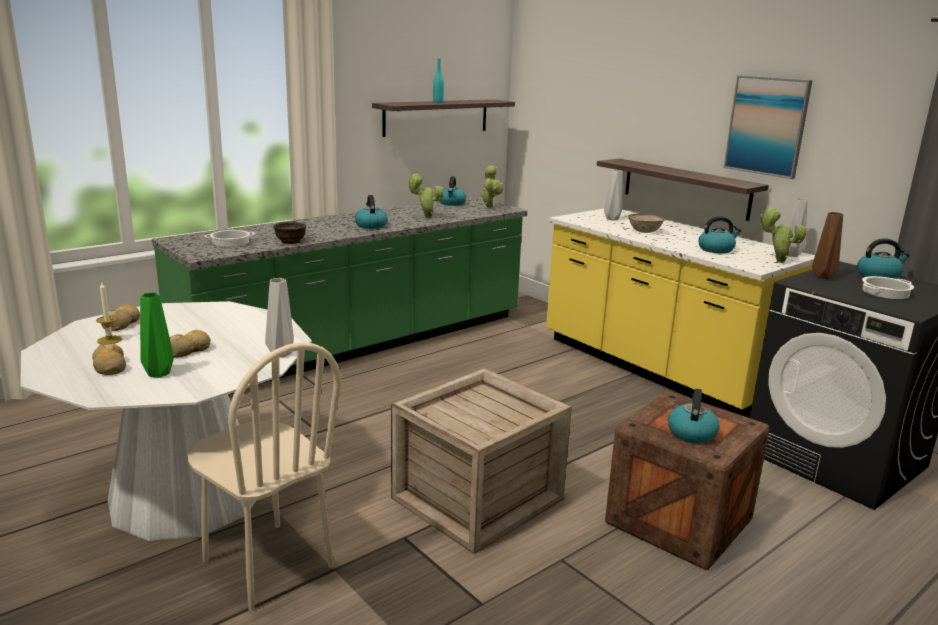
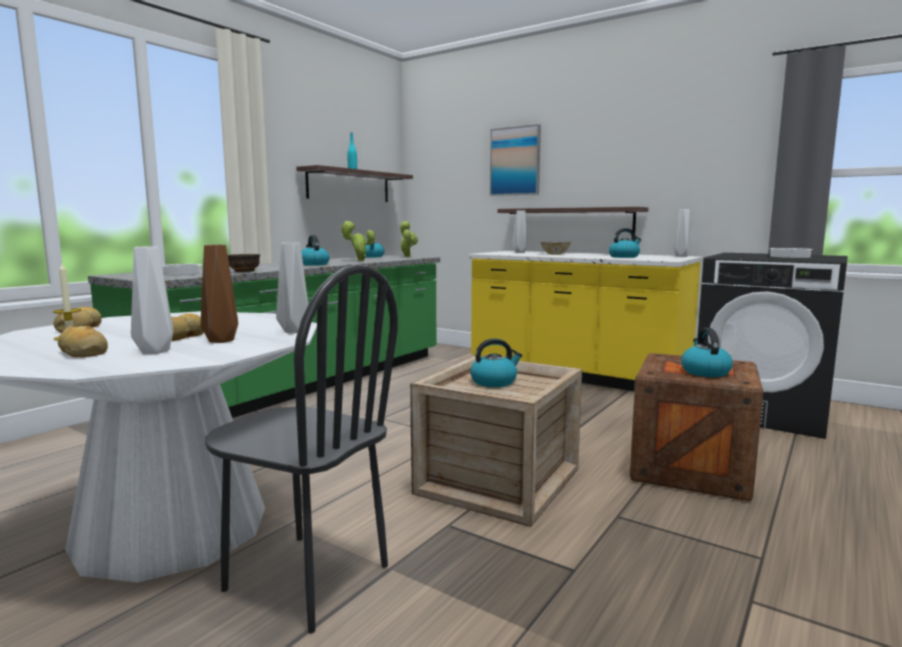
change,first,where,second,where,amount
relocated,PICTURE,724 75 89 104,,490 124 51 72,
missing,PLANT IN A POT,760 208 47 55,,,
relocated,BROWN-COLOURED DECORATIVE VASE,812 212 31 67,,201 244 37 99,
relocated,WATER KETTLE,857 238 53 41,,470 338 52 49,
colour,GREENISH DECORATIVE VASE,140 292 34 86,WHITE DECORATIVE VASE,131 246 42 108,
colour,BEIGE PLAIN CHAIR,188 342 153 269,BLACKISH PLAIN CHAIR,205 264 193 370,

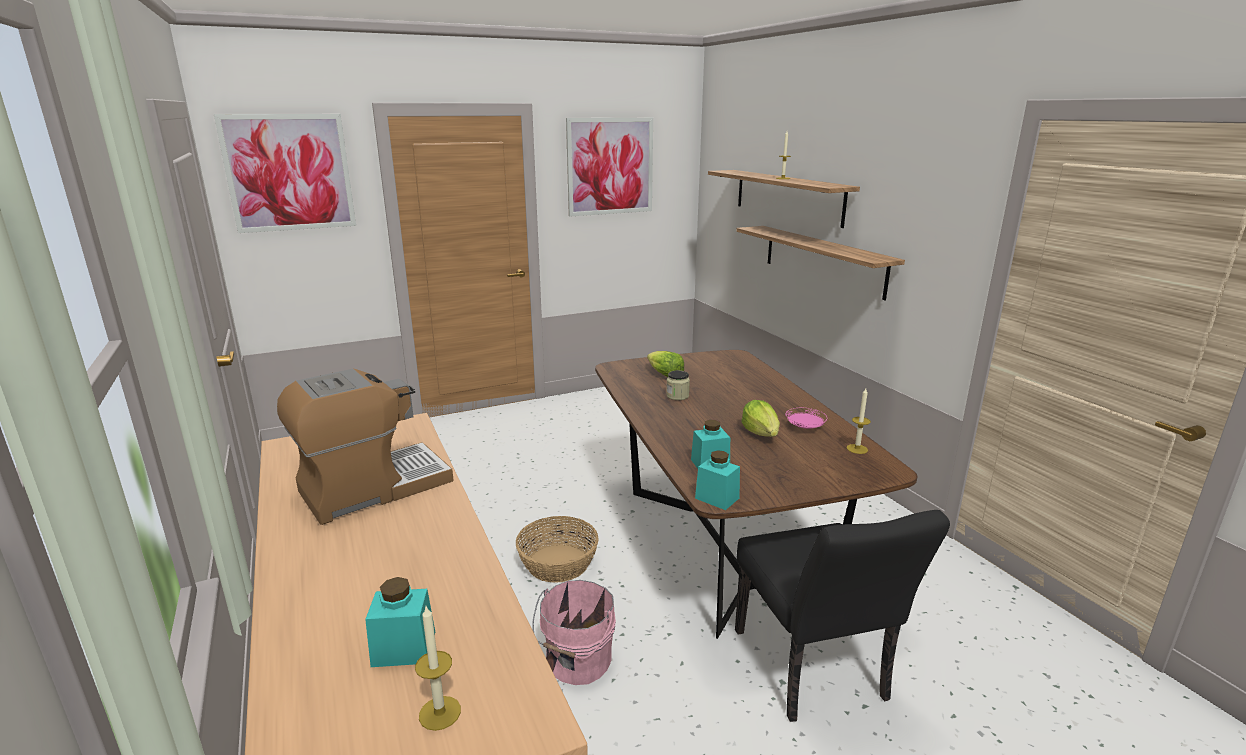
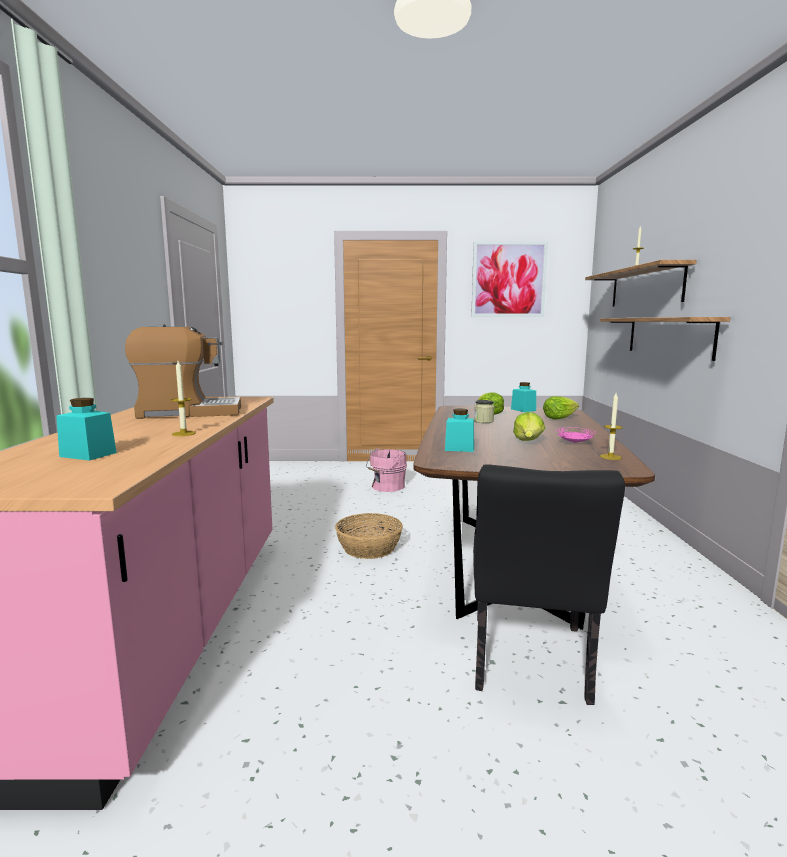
change,first,where,second,where,amount
missing,PICTURE,214 114 142 119,,,
relocated,BLUE-GREEN STORAGE JAR,695 450 45 60,,511 382 25 30,
relocated,PINKISH WATER BUCKET,532 580 84 105,,366 448 41 44,
relocated,WAX CANDLE,415 606 46 125,,171 361 25 75,
appeared,,,LETTUCE HEAD,543 396 36 23,

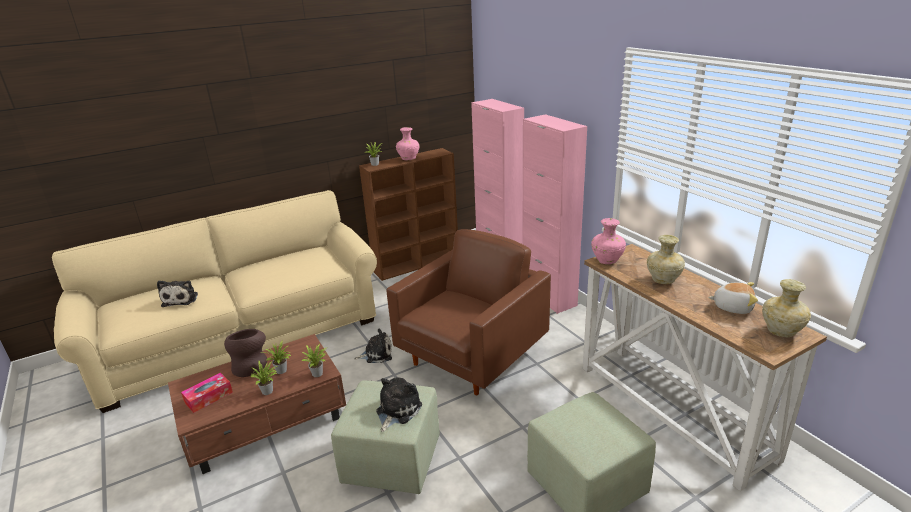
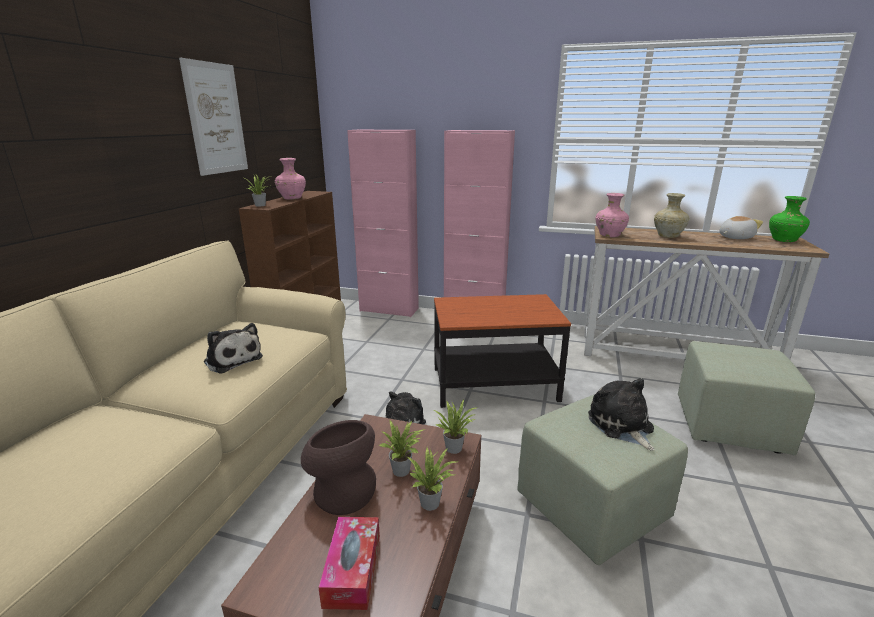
change,first,where,second,where,amount
exchanged,BROWN-COLOURED EASY CHAIR,387 229 164 166,ACCENT TABLE,434 294 137 114,
colour,BEIGE DECORATIVE VASE,762 279 49 58,GREENISH DECORATIVE VASE,769 196 41 46,
relocated,PLUSH TOY,157 281 41 26,,204 323 59 51,
appeared,,,PICTURE,179 58 69 118,

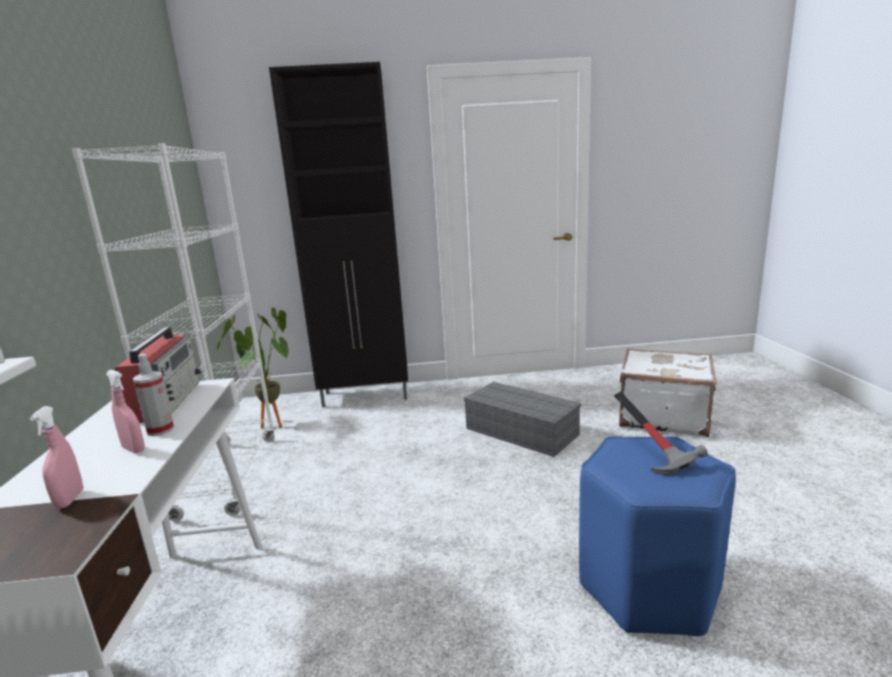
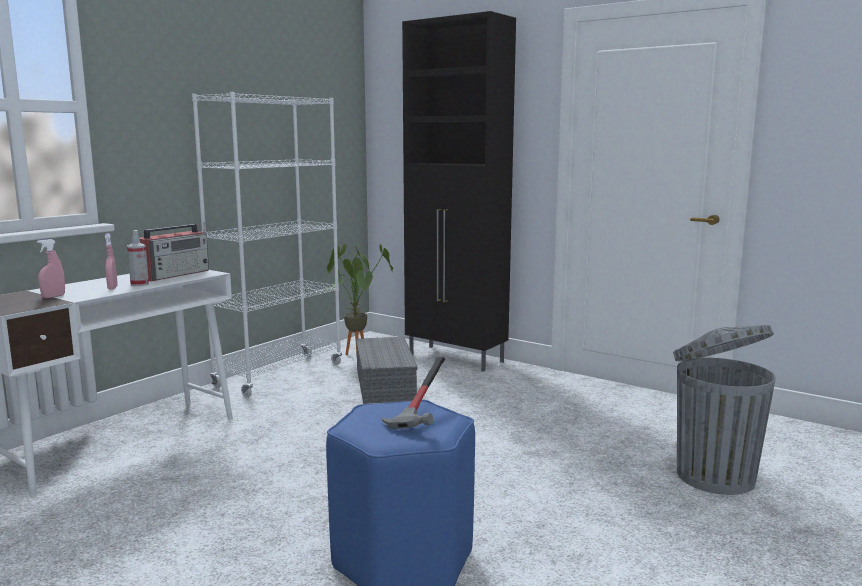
change,first,where,second,where,amount
exchanged,WHITE PIECE OF LUGGAGE,619 348 98 89,GREYISH TRASH CAN,673 325 103 170,
relocated,GREYISH STORAGE BIN,464 382 117 75,,356 337 61 67,

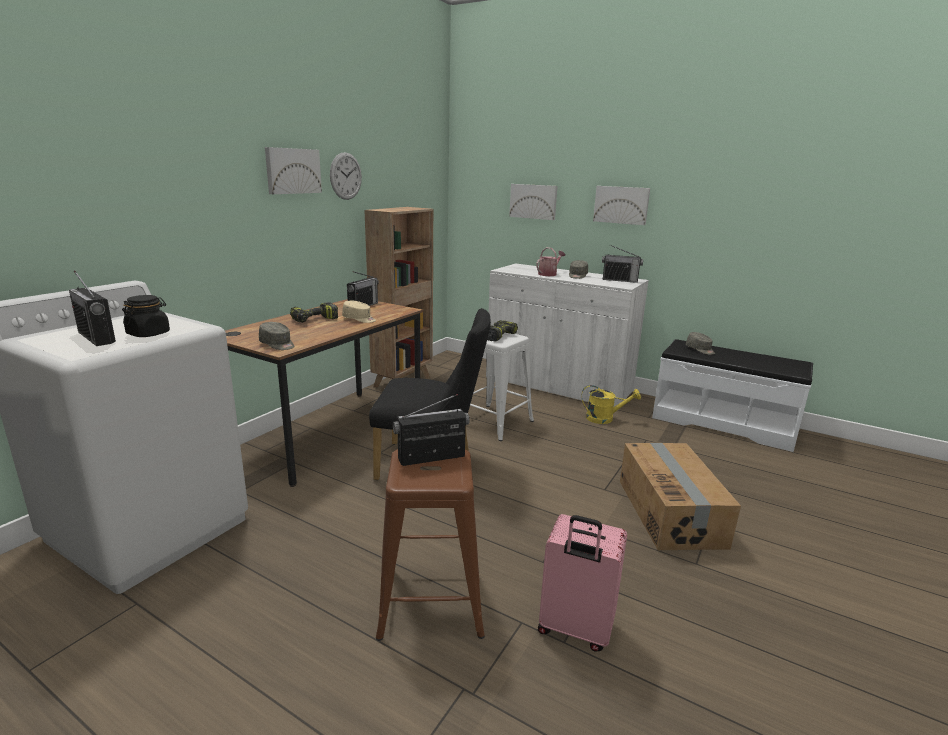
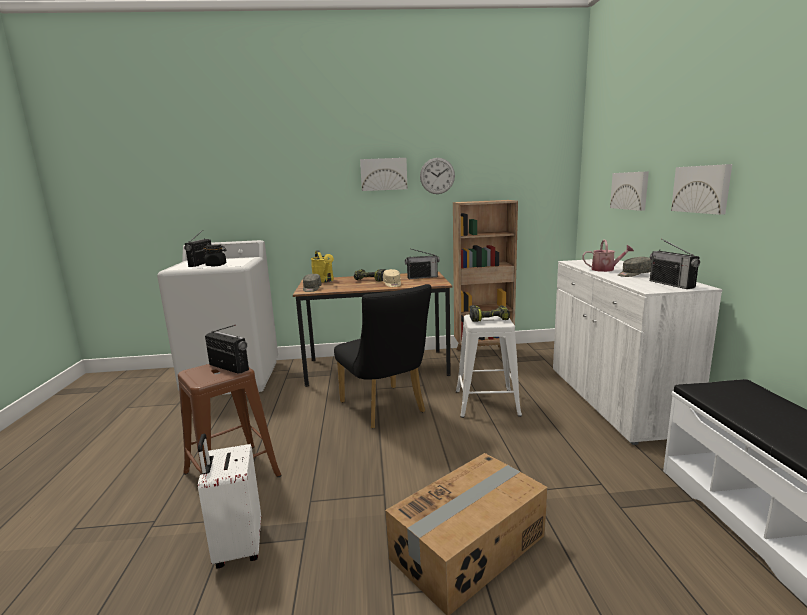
change,first,where,second,where,amount
missing,GREYISH CAP,686 332 29 23,,,
relocated,YELLOW-COLOURED SPRINKLING CAN,582 385 59 39,,311 250 23 33,
colour,PINKISH PIECE OF LUGGAGE,538 514 89 138,WHITE PIECE OF LUGGAGE,198 433 63 135,

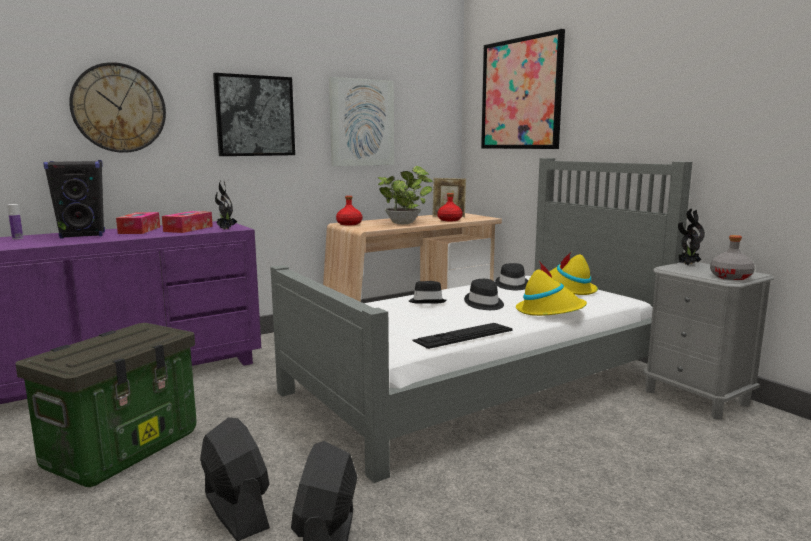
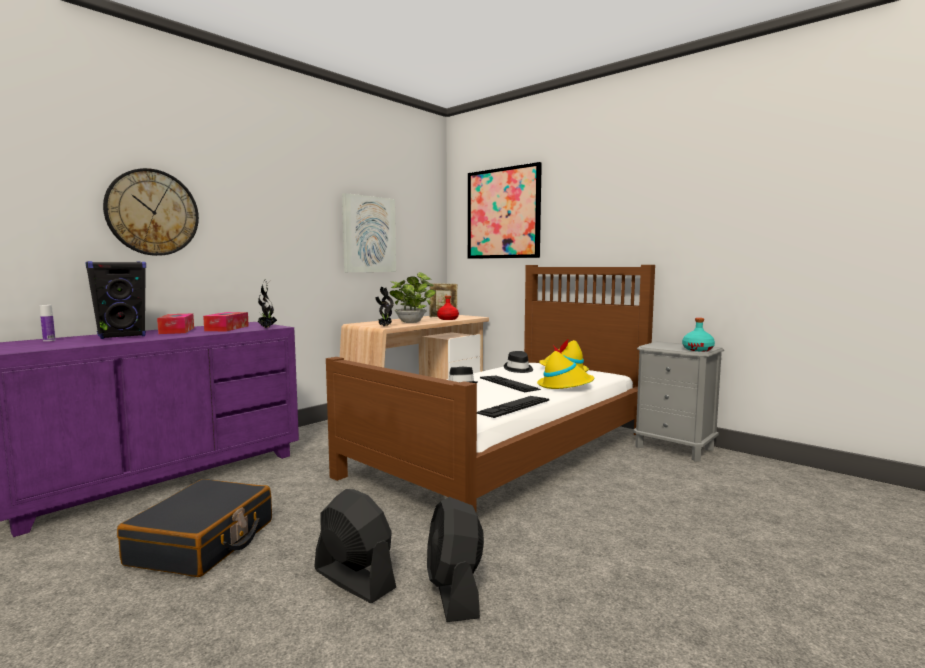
change,first,where,second,where,amount
missing,PICTURE,213 73 82 83,,,
colour,GREYISH BED,270 158 422 325,BROWN-COLOURED BED,326 265 329 247,
missing,REDDISH BOTTLE,336 196 26 29,,,
relocated,PLANT IN A POT,678 209 27 56,,375 287 19 40,
colour,GREYISH BOTTLE,710 235 45 45,BLUE-GREEN BOTTLE,682 318 33 33,
exchanged,BLACKISH WEARABLE HAT,464 279 40 31,KEYBOARD,480 376 61 16,
exchanged,STORAGE BIN,15 323 182 164,BLACKISH PIECE OF LUGGAGE,117 479 155 98,

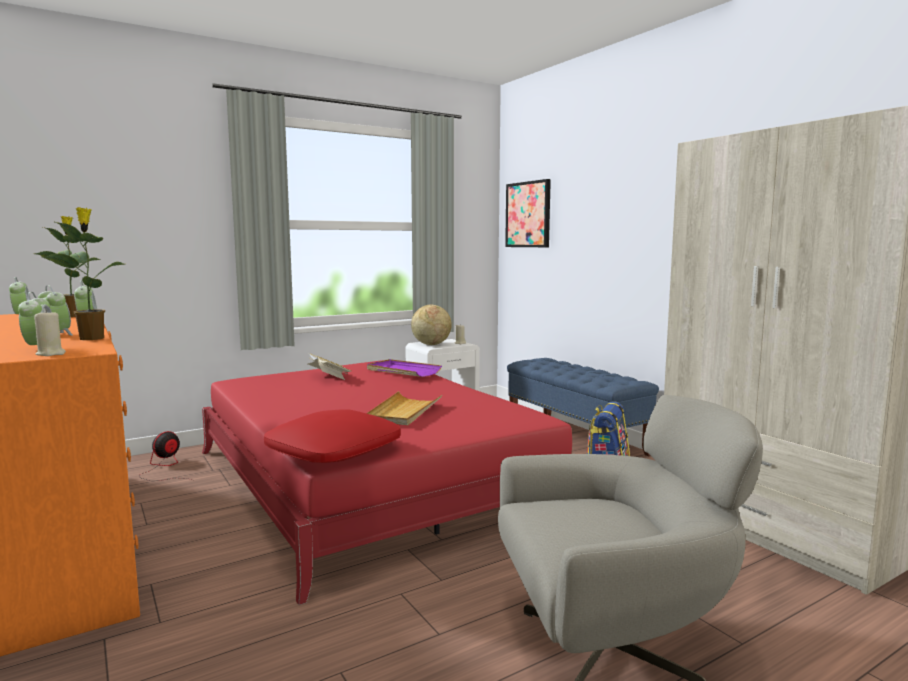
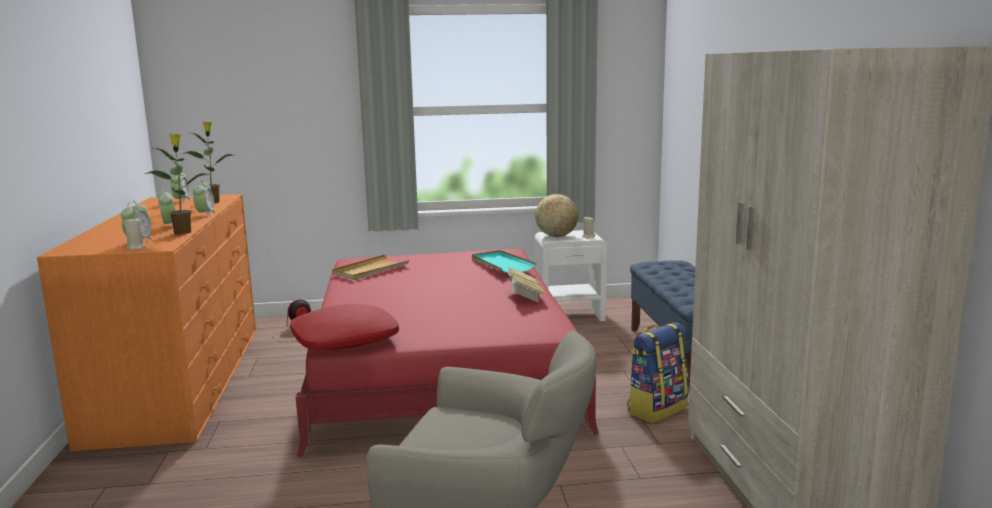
change,first,where,second,where,amount
missing,PICTURE,505 179 46 68,,,
relocated,VOLUME,308 353 43 27,,505 267 41 36,
colour,PURPLISH TRAY,367 359 75 18,BLUE-GREEN TRAY,472 250 65 23,
relocated,BEIGE TRAY,366 391 76 34,,332 254 78 26,

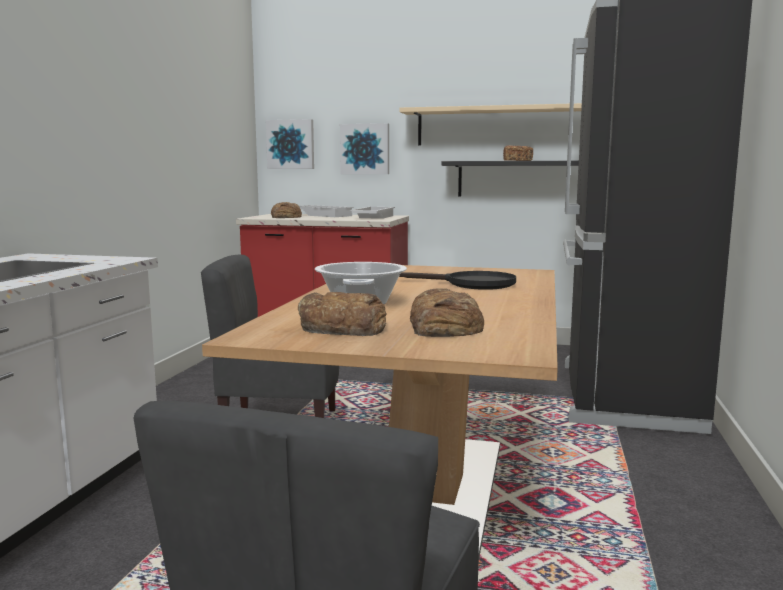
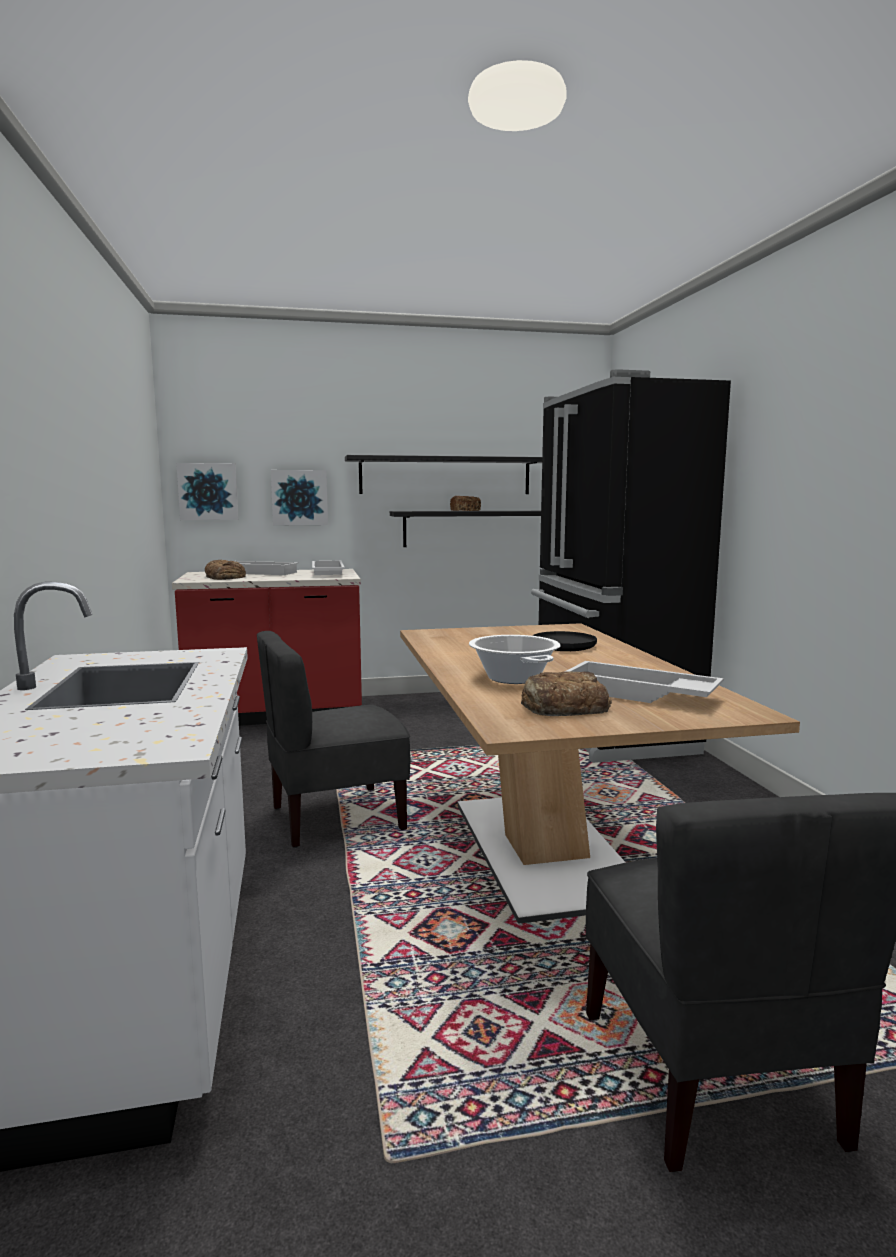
change,first,where,second,where,amount
colour,BEIGE SHELF,399 103 183 42,BLACKISH SHELF,345 455 197 39,
exchanged,BREAD,410 288 74 49,WHITE TRAY,567 661 157 42,

